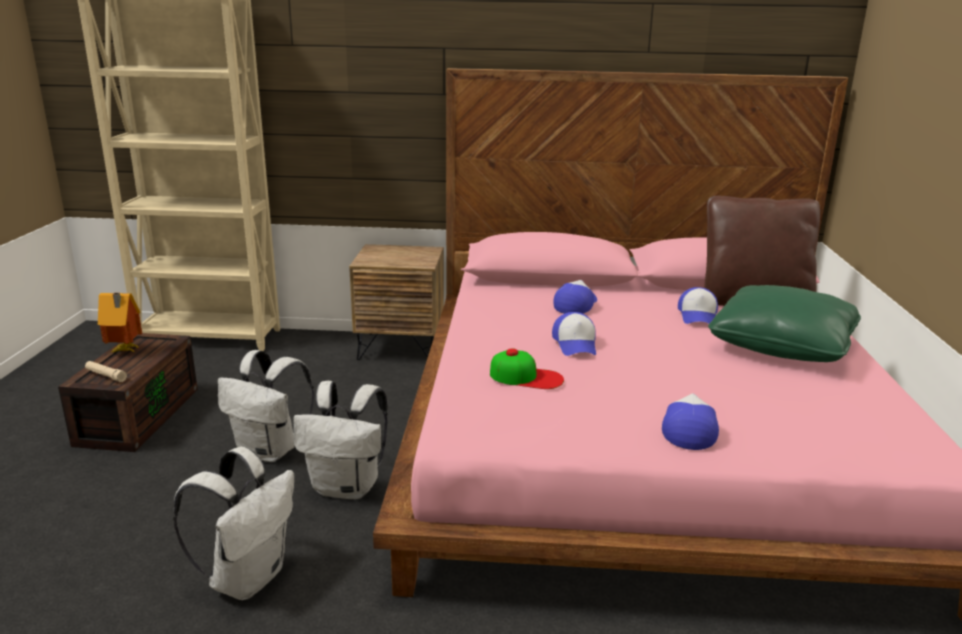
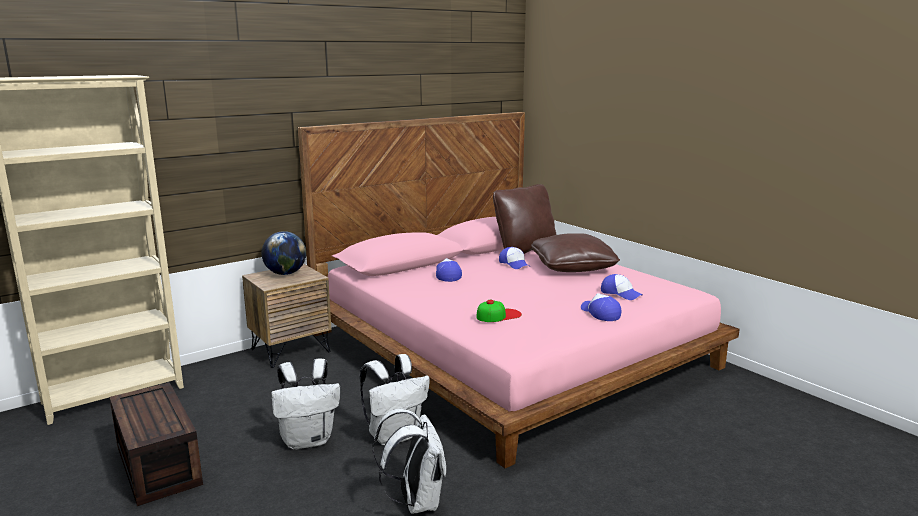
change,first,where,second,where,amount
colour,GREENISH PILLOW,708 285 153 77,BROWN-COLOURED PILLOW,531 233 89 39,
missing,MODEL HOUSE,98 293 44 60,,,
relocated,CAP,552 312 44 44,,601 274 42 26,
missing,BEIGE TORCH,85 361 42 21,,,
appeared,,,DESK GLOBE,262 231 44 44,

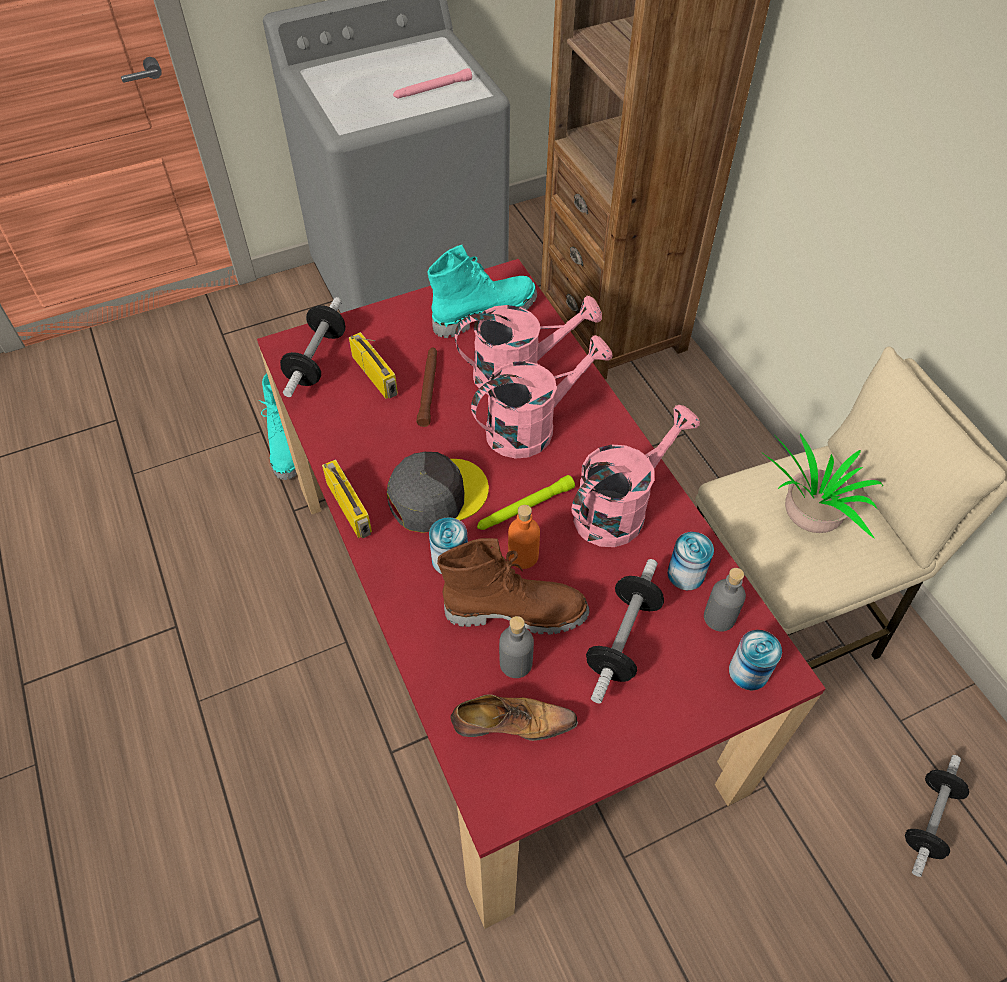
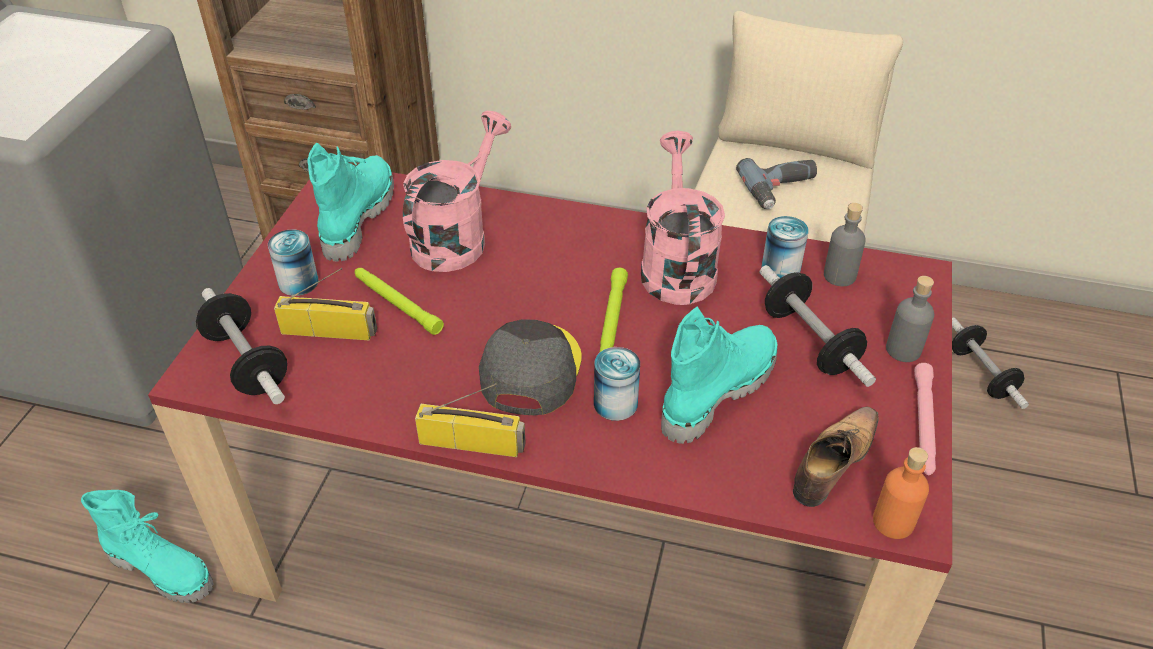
change,first,where,second,where,amount
relocated,PINKISH TORCH,393 68 79 31,,914 363 22 112,
missing,PINKISH SPRINKLING CAN,471 335 142 124,,,
colour,BROWN-COLOURED TORCH,416 347 21 80,GREENISH TORCH,355 268 89 67,
exchanged,PLANT IN A POT,760 433 123 106,ELECTRIC DRILL,736 158 81 51,
relocated,ORANGEY BOTTLE,508 505 32 64,,873 447 56 92,
colour,BROWN-COLOURED TALL BOOT,437 538 153 97,BLUE-GREEN TALL BOOT,661 307 117 137,
relocated,GREYISH BOTTLE,499 616 35 62,,886 276 48 86,
relocated,SEALED CAN,729 630 53 61,,268 229 51 67,

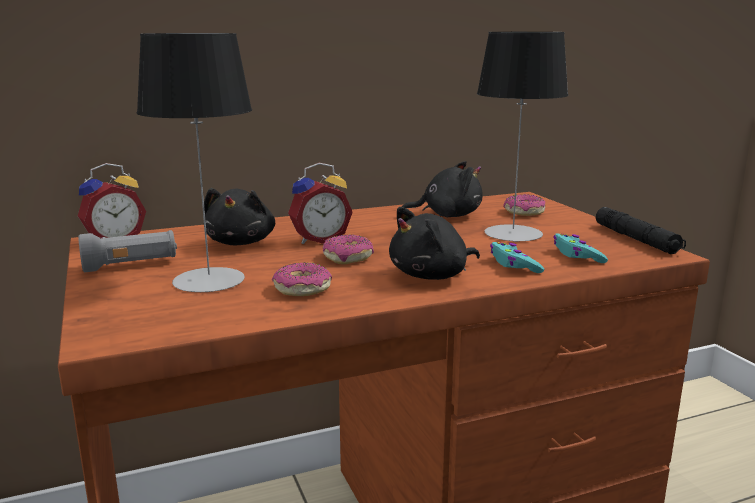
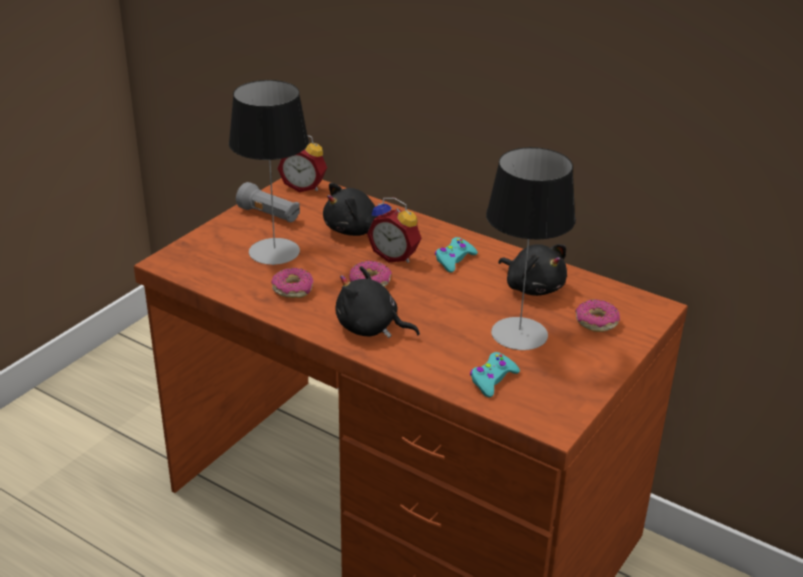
change,first,where,second,where,amount
missing,BLACKISH TORCH,595 207 91 47,,,
relocated,BLUE-GREEN JOYPAD,490 242 54 31,,435 237 43 36,

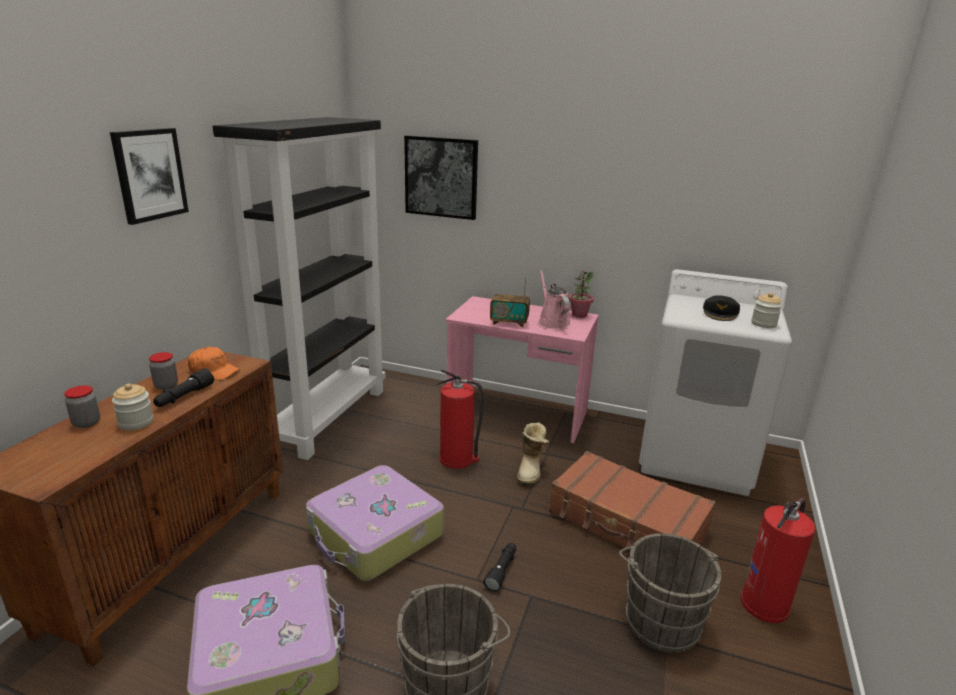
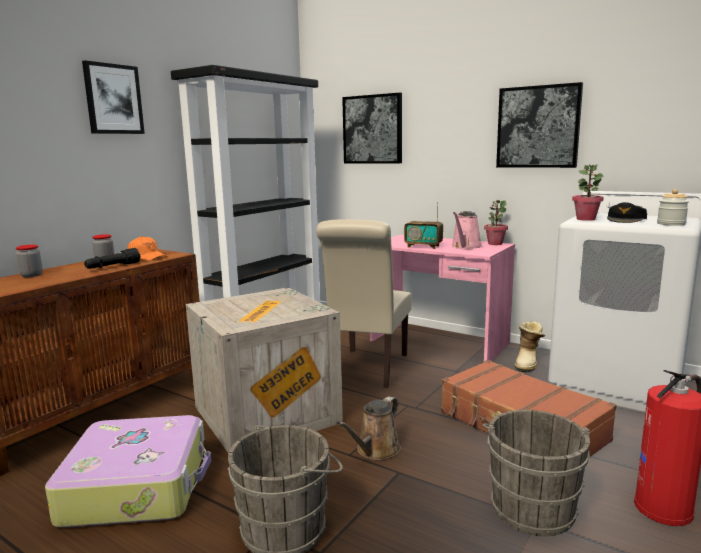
change,first,where,second,where,amount
spun,PINKISH SPRINKLING CAN,538 271 32 59,,451 211 31 38,150 degrees counterclockwise
exchanged,FIRE EXTINGUISHER,436 369 48 100,BEIGE PLAIN CHAIR,316 219 96 169,
missing,STORAGE JAR,112 384 42 46,,,
relocated,TALL BOOT,517 422 32 64,,515 321 30 52,
exchanged,PIECE OF LUGGAGE,306 465 138 116,PACKING CRATE,186 287 157 167,
exchanged,BLACKISH TORCH,483 543 33 49,BROWN-COLOURED SPRINKLING CAN,338 397 63 63,
appeared,,,PICTURE,496 82 87 86,
appeared,,,PLANT IN A POT,572 164 32 57,

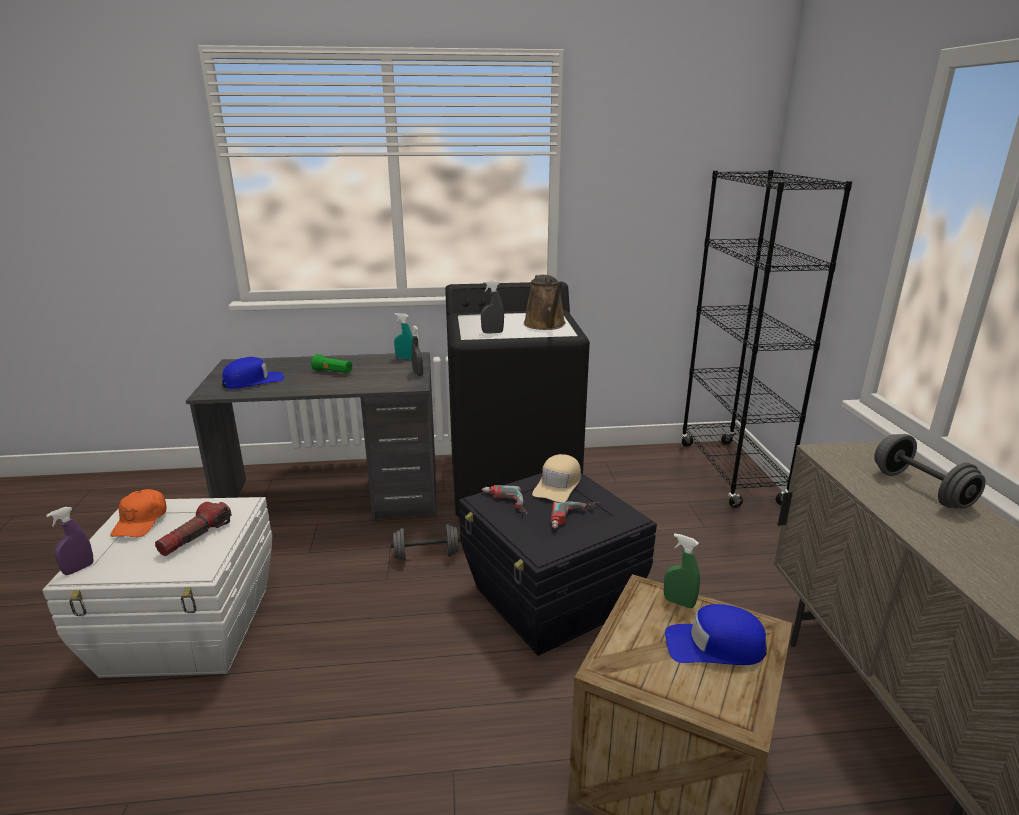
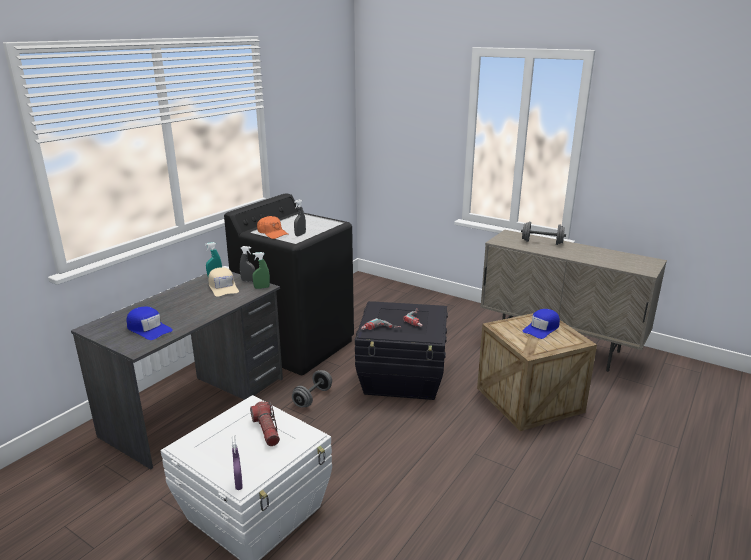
change,first,where,second,where,amount
missing,BLACKISH BOOKCASE,680 170 172 338,,,
missing,BROWN-COLOURED SPRINKLING CAN,524 274 42 56,,,
missing,GREENISH TORCH,311 354 41 19,,,
spun,BLUE CAP,222 357 62 32,,127 307 46 33,120 degrees clockwise
relocated,BEIGE CAP,532 454 49 49,,208 267 31 30,
relocated,ORANGEY CAP,110 489 57 48,,257 216 32 23,
relocated,GREENISH HAND SPRAYER,664 534 36 74,,252 252 18 37,

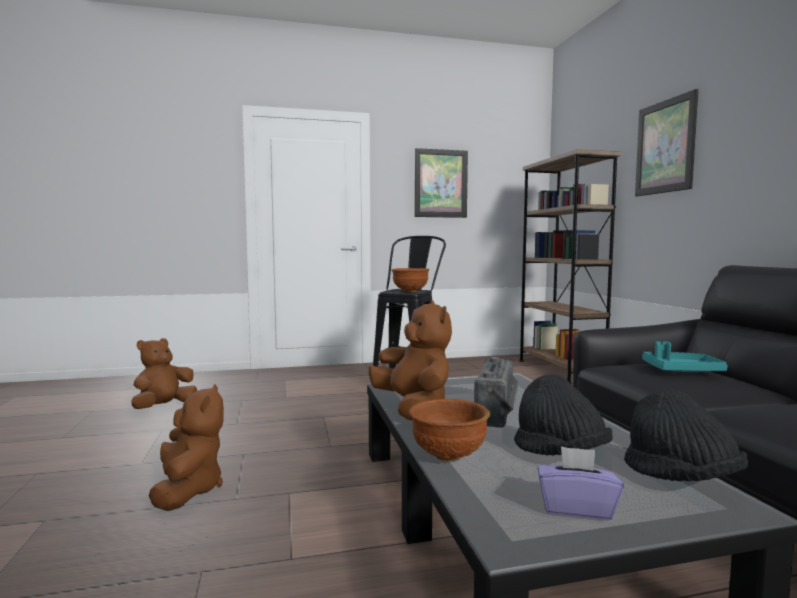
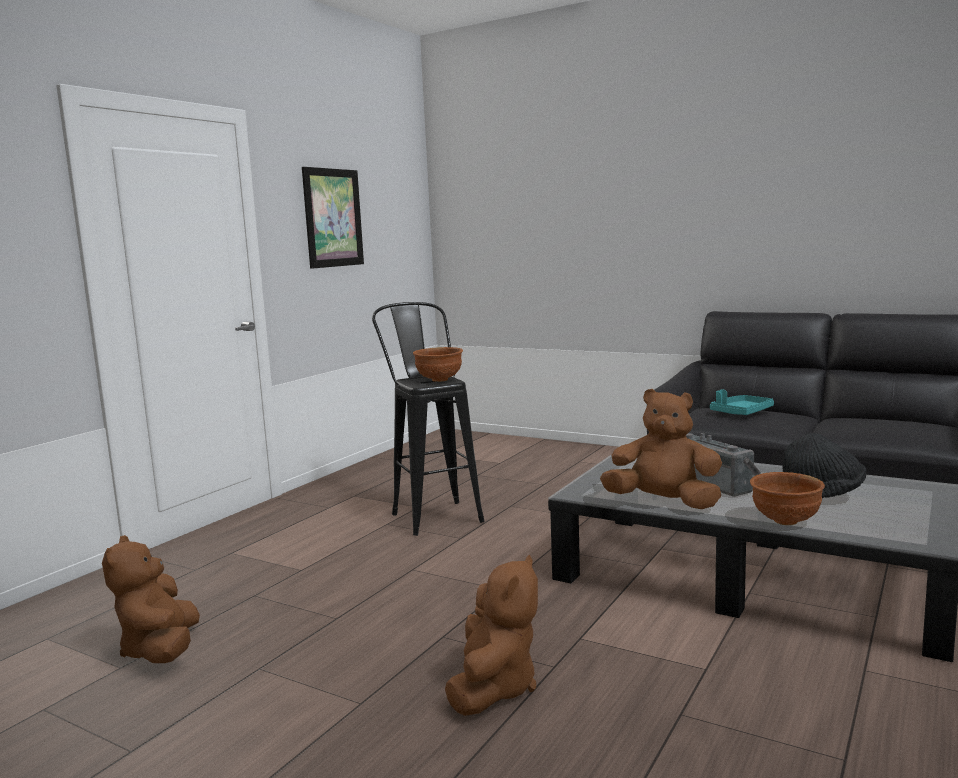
change,first,where,second,where,amount
missing,PICTURE,635 89 63 107,,,
missing,BROWN-COLOURED BOOKCASE,519 149 102 235,,,
spun,BROWN-COLOURED PLUSH TOY,149 384 75 127,,445 555 93 161,75 degrees clockwise
missing,BLACKISH WEARABLE HAT,624 389 124 92,,,
missing,PURPLISH BOX OF TISSUES,537 446 87 74,,,

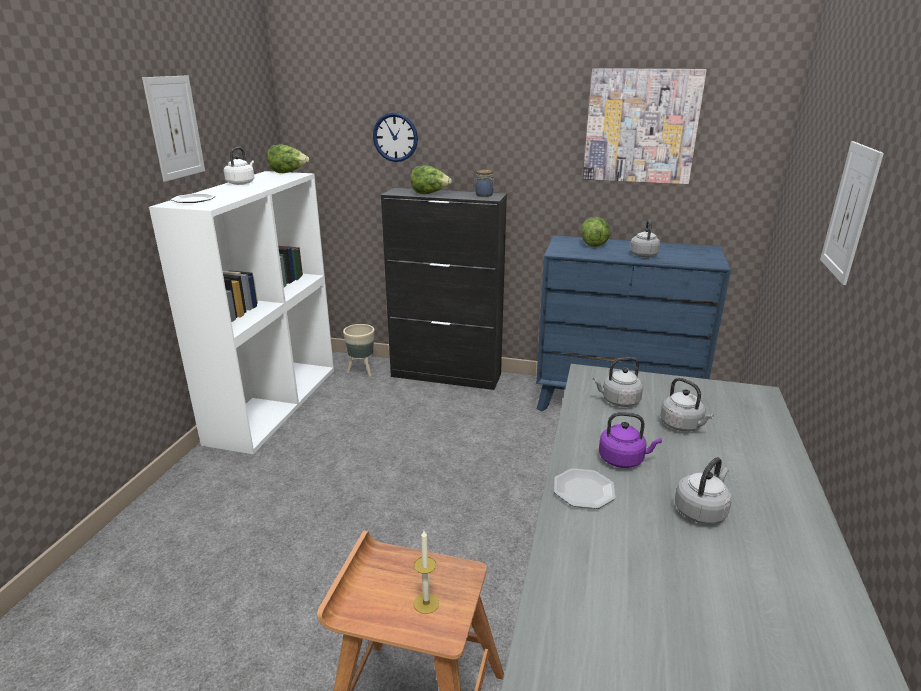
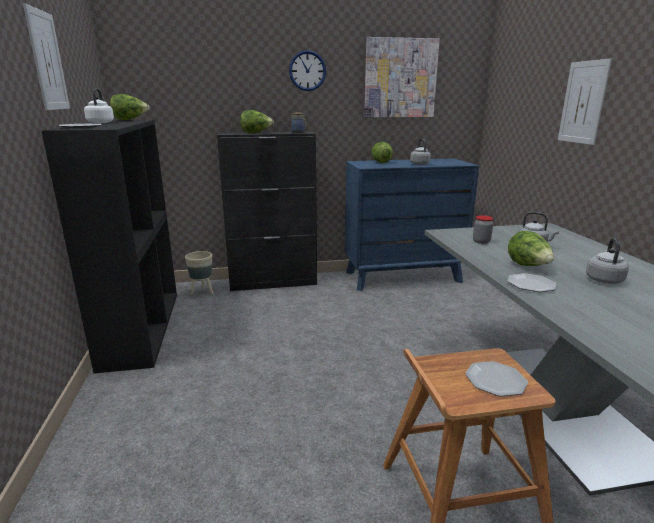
change,first,where,second,where,amount
relocated,CLOCK ON THE WALL,373 113 45 49,,289 50 37 41,
colour,WHITE BOOKCASE,149 171 185 283,BLACKISH BOOKCASE,41 120 136 254,
exchanged,GREYISH WATER KETTLE,593 357 50 50,STORAGE JAR,473 215 20 29,
exchanged,PURPLISH WATER KETTLE,599 412 63 56,LETTUCE HEAD,508 231 46 35,
exchanged,WAX CANDLE,414 531 25 83,FLAT DISH,465 361 63 36,

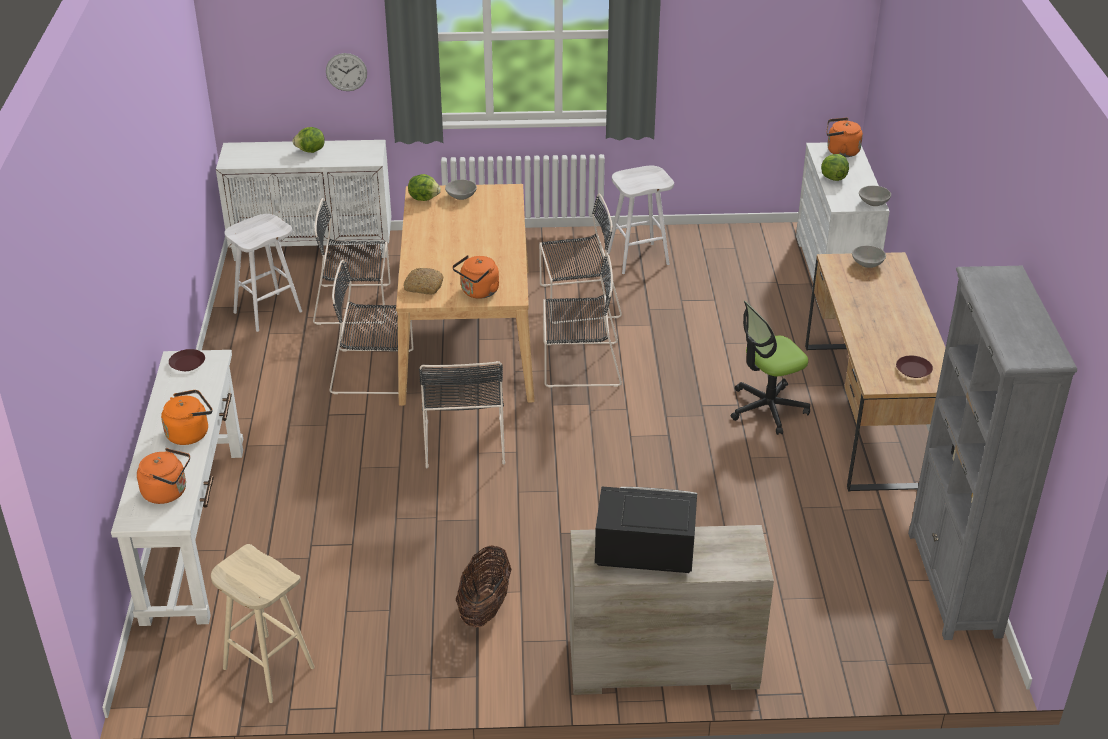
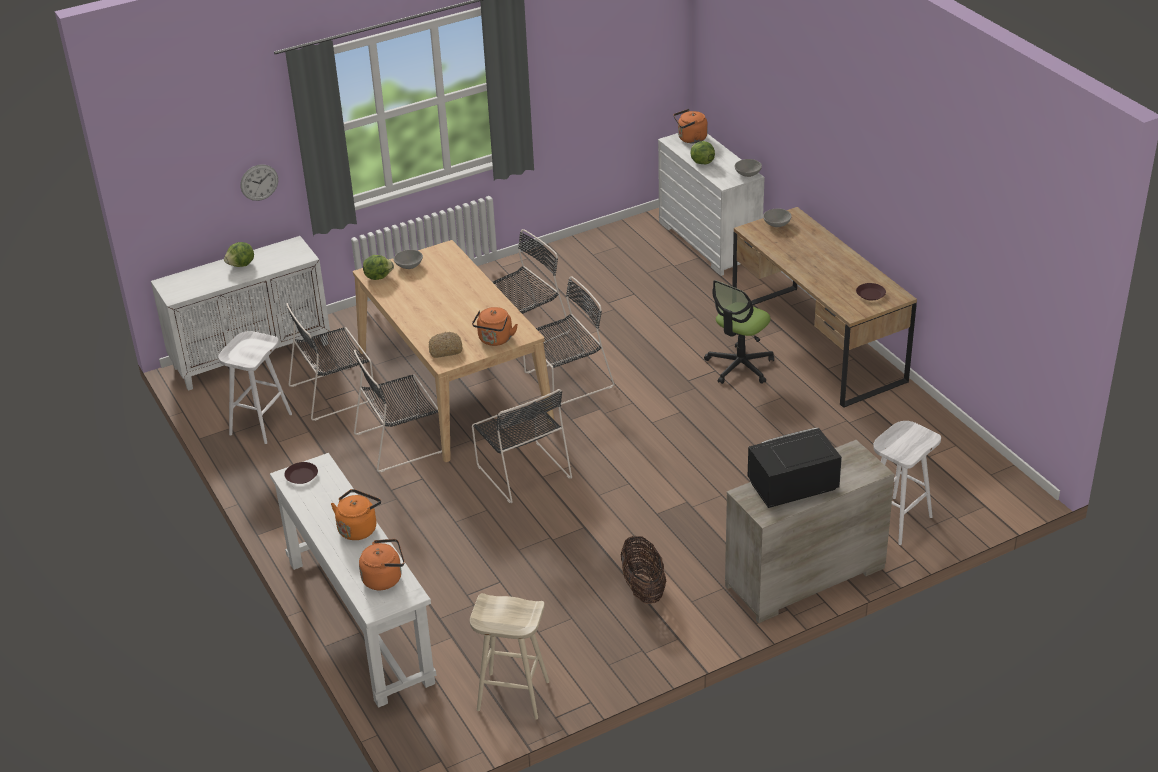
change,first,where,second,where,amount
relocated,WHITE STOOL,607 166 67 108,,873 421 68 124,
missing,GREYISH BOOKCASE,908 266 169 374,,,

